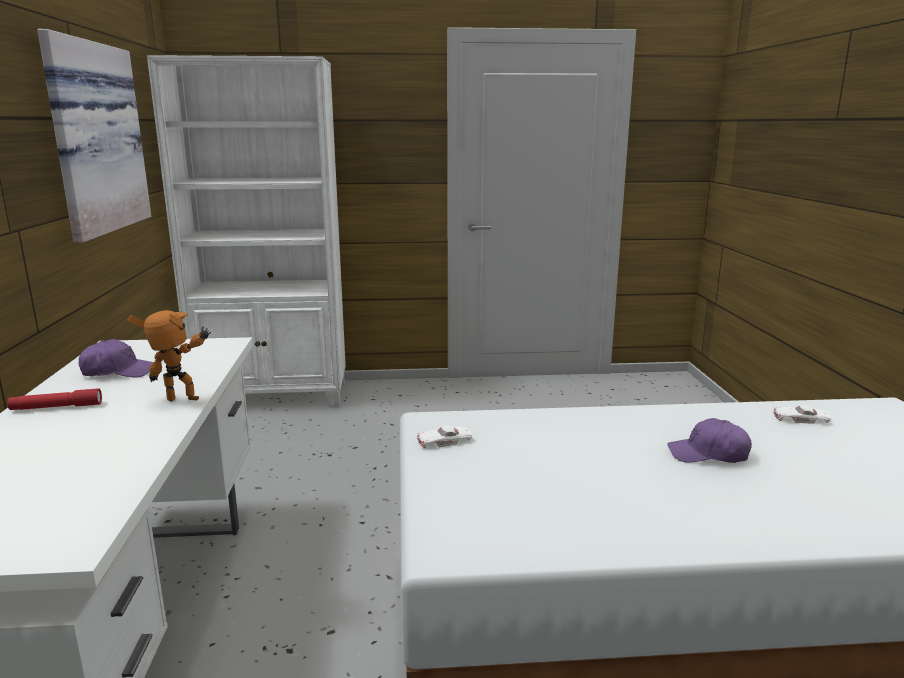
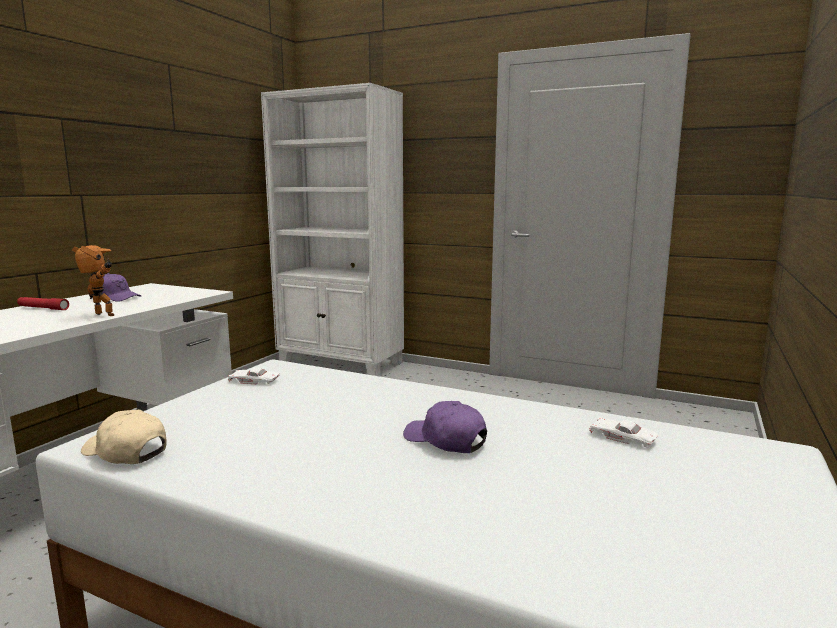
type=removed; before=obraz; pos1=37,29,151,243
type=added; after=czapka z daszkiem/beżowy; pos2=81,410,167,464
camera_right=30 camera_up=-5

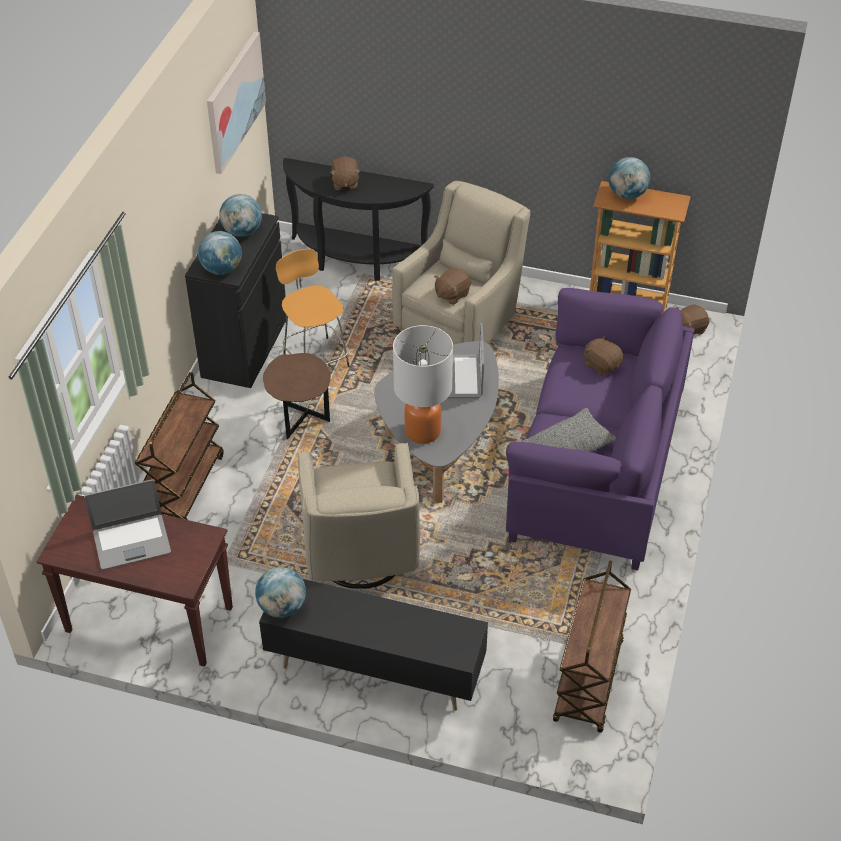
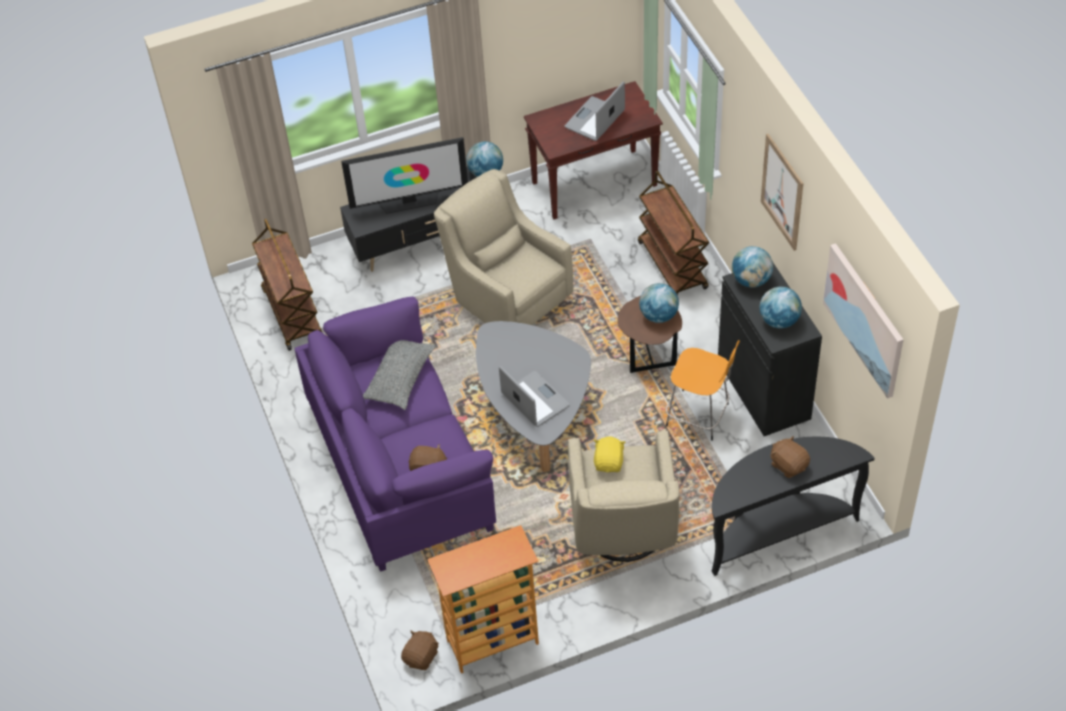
type=removed; before=lampa stołowa; pos1=393,325,453,444
type=recoloured; before=pluszak/brązowy; after=pluszak/żółty; pos1=434,268,471,305; pos2=594,436,625,473
type=moved; before=globus; pos1=608,157,650,199; pos2=639,283,679,323
type=added; after=telewizor; pos2=341,137,468,214
type=added; after=obraz; pos2=761,134,803,251
camera_right=145 camera_up=5

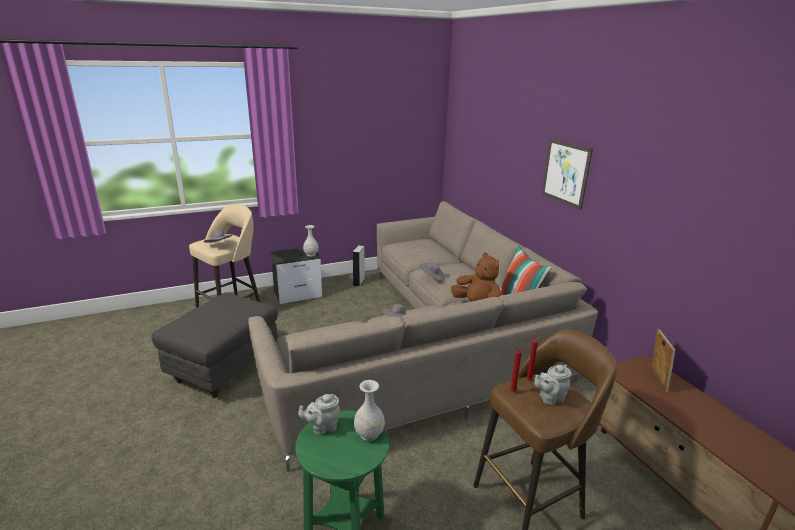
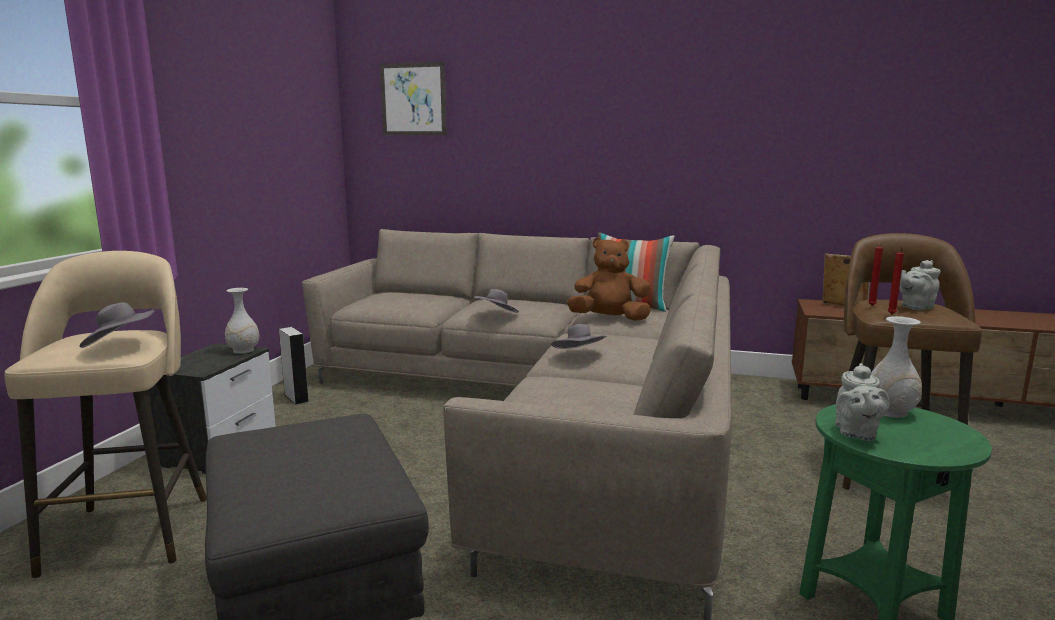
type=turned; before=imbryk/szary; pos1=534,365,571,405; pos2=899,260,941,310; turn=45
type=moved; before=obraz; pos1=542,138,593,210; pos2=379,62,447,135
camera_right=-50 camera_up=-10

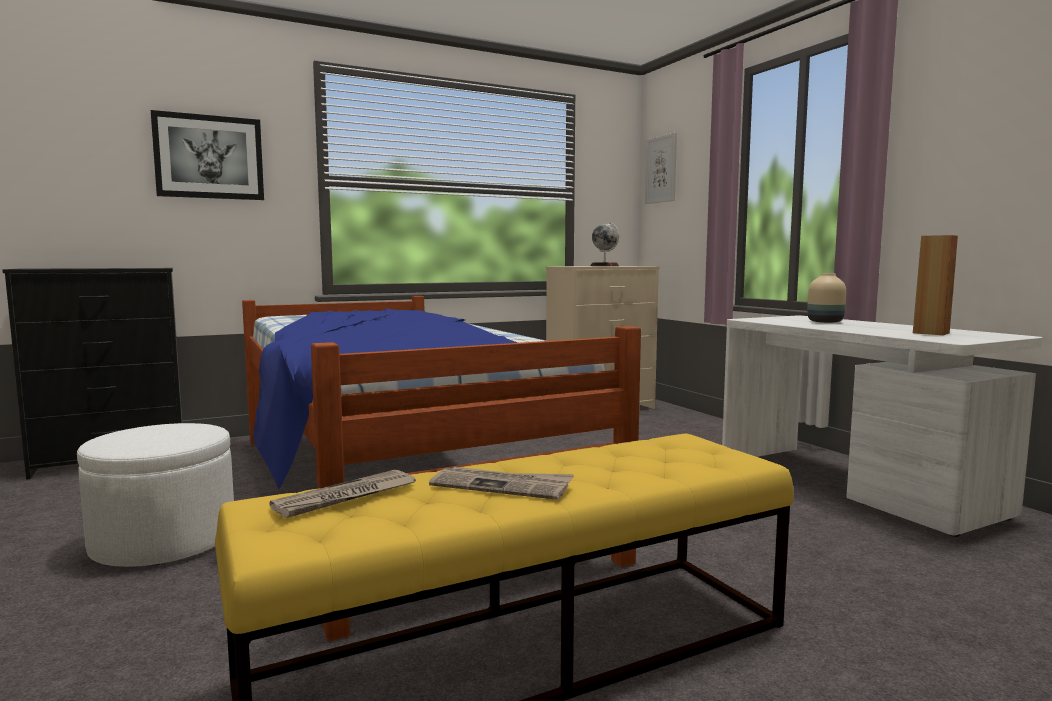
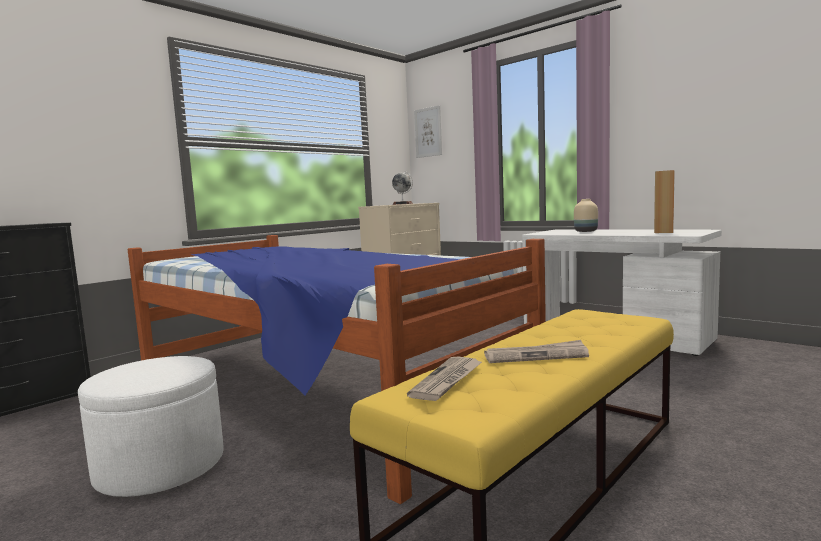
type=removed; before=obraz; pos1=151,110,264,200
camera_right=-20 camera_up=0

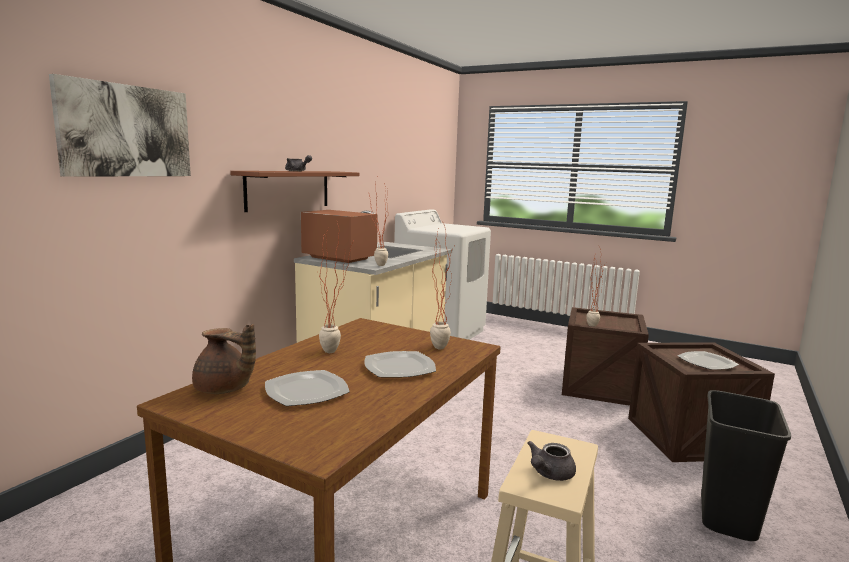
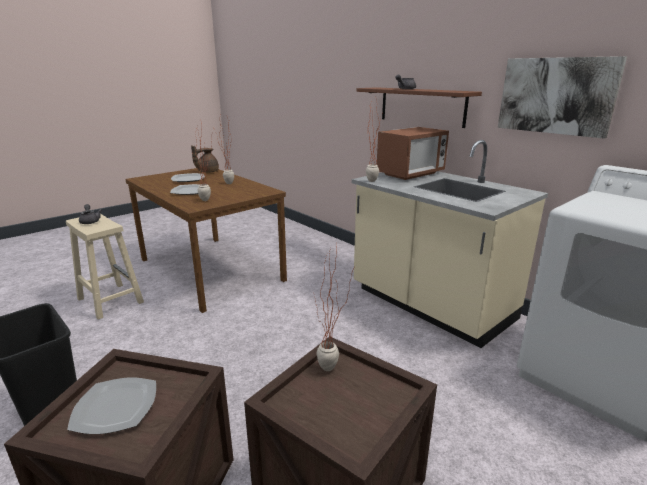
type=moved; before=obraz; pos1=49,74,191,177; pos2=498,56,627,139
camera_right=110 camera_up=10

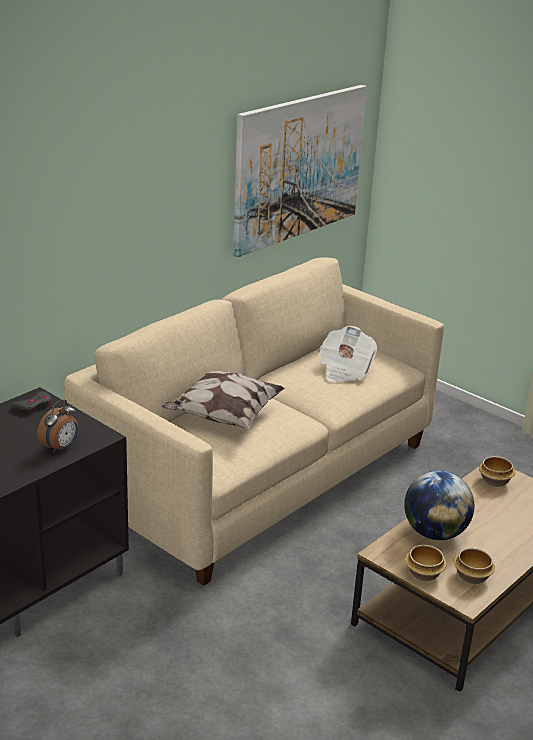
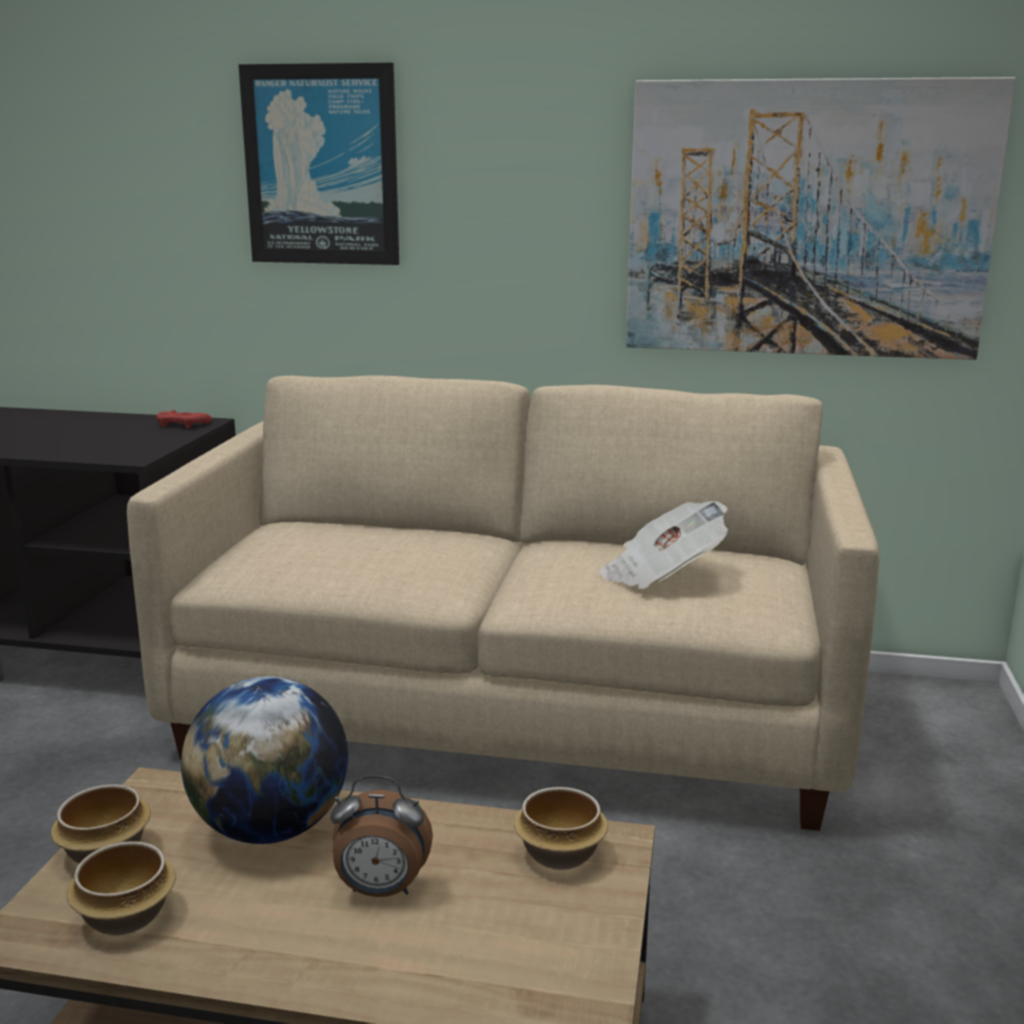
type=recoloured; before=pad do gier/szary; after=pad do gier/czerwony; pos1=12,391,51,413; pos2=156,410,211,429
type=moved; before=budzik; pos1=37,399,78,453; pos2=330,775,433,897
type=removed; before=poduszka; pos1=162,370,285,429
type=added; after=obraz; pos2=239,63,399,265
camera_right=60 camera_up=-10

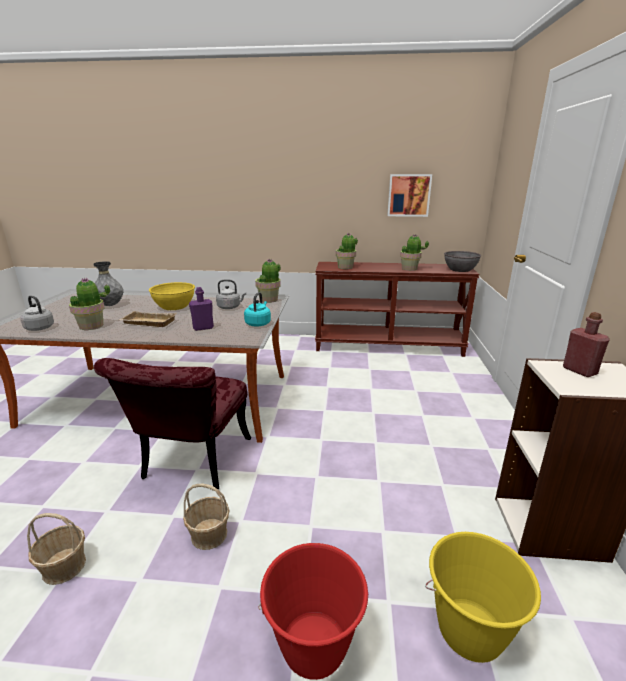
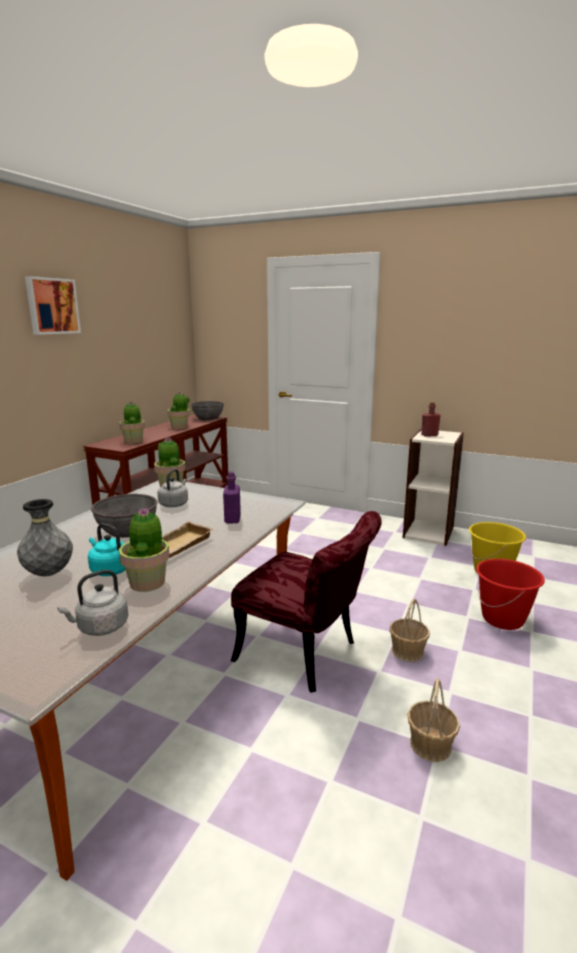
type=recoloured; before=miska/żółty; after=miska/szary; pos1=149,282,195,310; pos2=91,494,158,538
type=moved; before=czajnik/turkusowy; pos1=244,292,271,326; pos2=88,523,125,576
type=moved; before=obraz; pos1=387,174,432,217; pos2=25,276,81,335
camera_right=-70 camera_up=-5

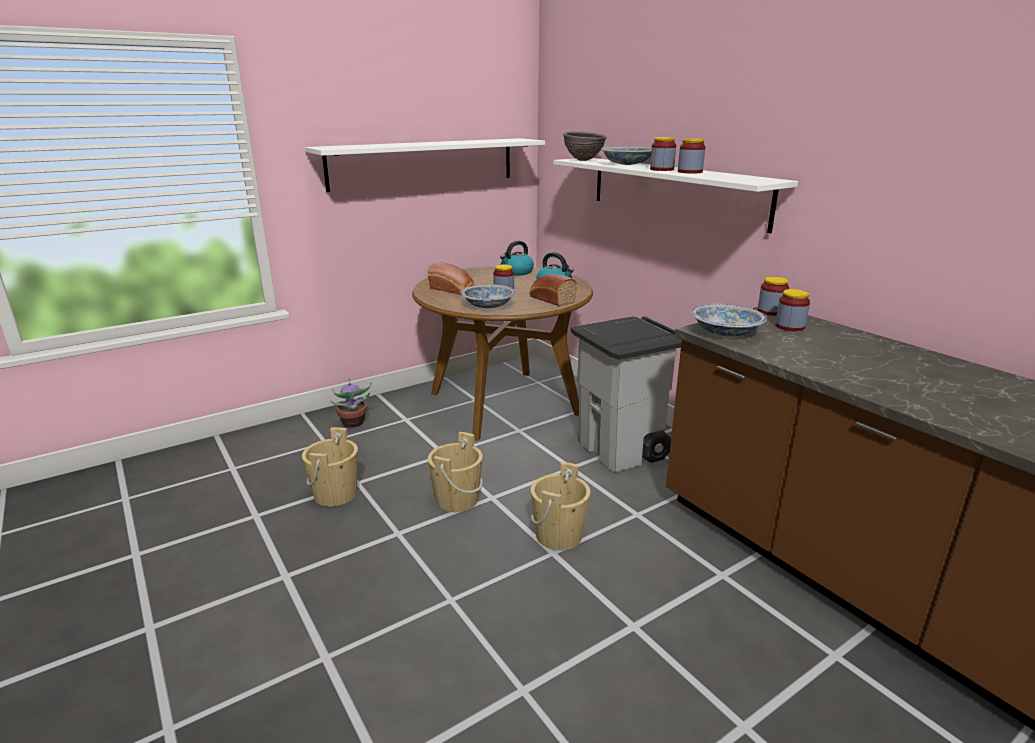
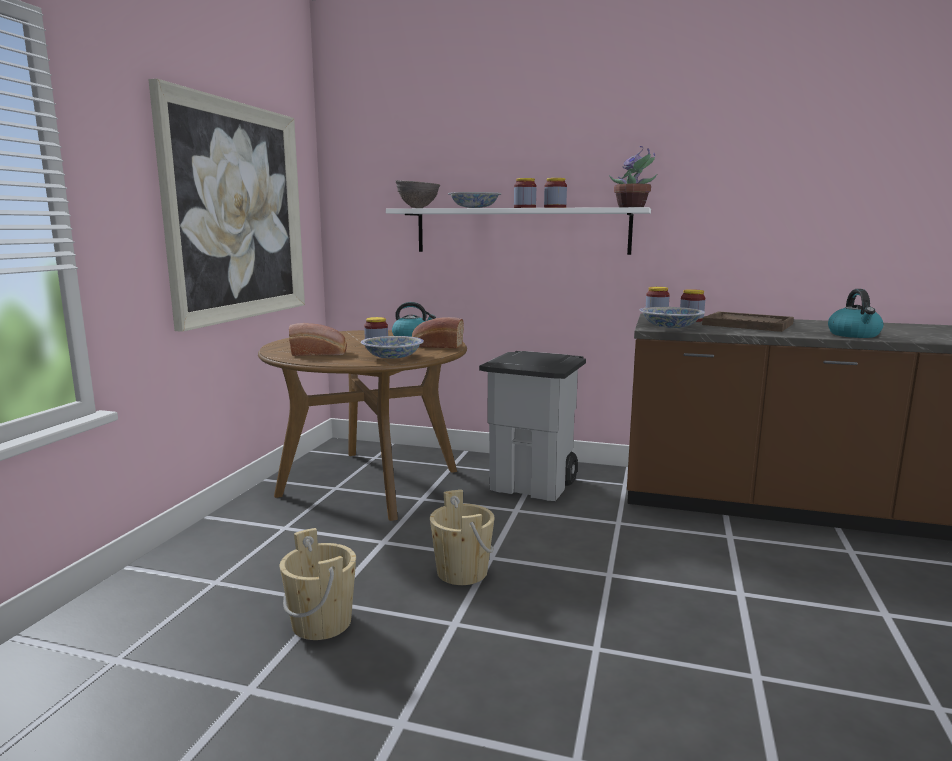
type=replaced; before=półka/biały; after=obraz; pos1=305,138,545,192; pos2=148,79,305,332
type=moved; before=roślina doniczkowa; pos1=331,379,372,428; pos2=609,146,657,207
type=moved; before=czajnik; pos1=500,241,534,276; pos2=828,289,883,338
type=removed; before=wiadro/beżowy; pos1=531,462,591,551
type=added; after=taca/brązowy; pos2=702,311,794,332
camera_right=-40 camera_up=-10

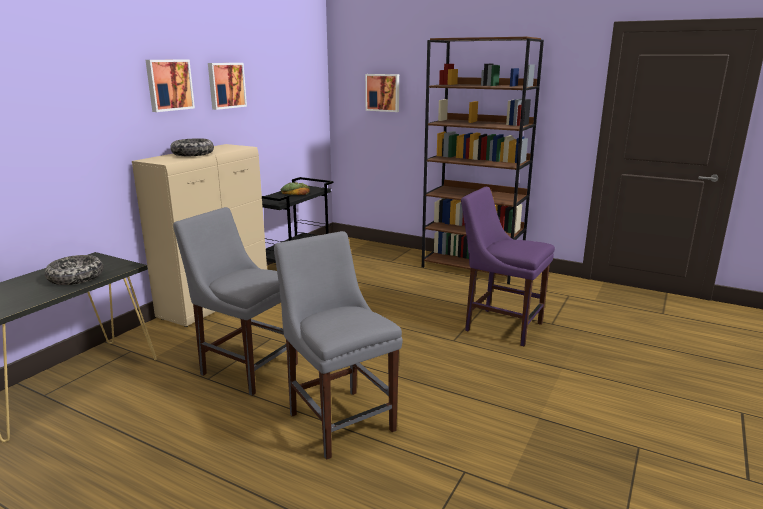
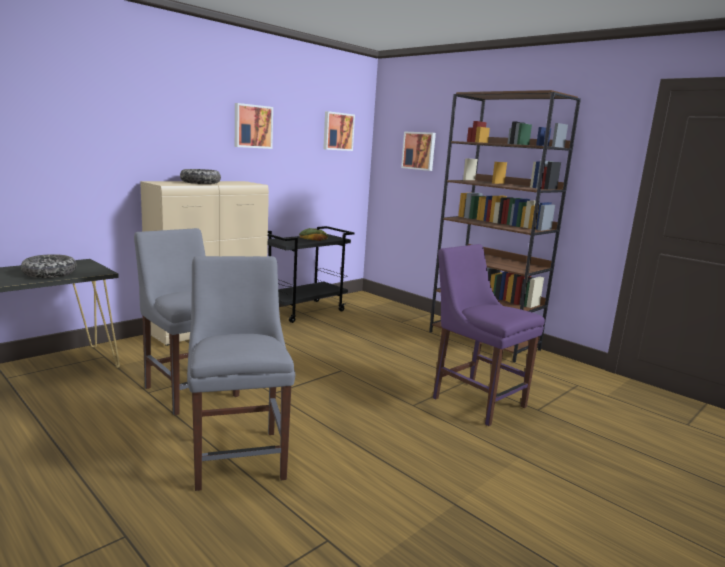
type=moved; before=obraz; pos1=145,60,195,112; pos2=323,111,355,151
camera_right=15 camera_up=-5

